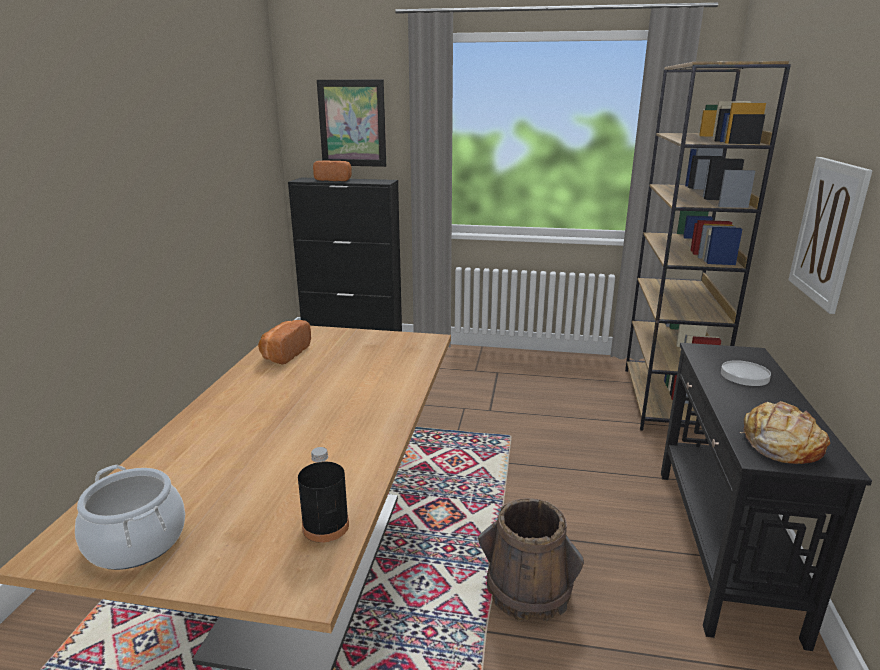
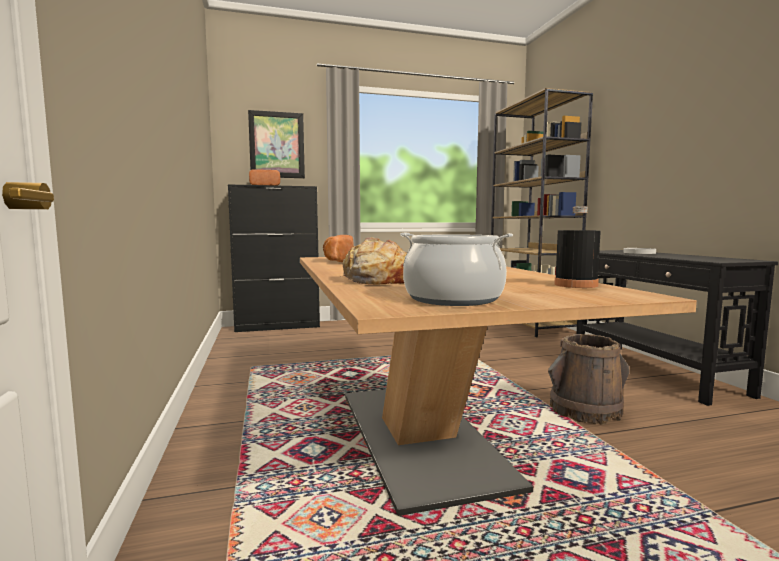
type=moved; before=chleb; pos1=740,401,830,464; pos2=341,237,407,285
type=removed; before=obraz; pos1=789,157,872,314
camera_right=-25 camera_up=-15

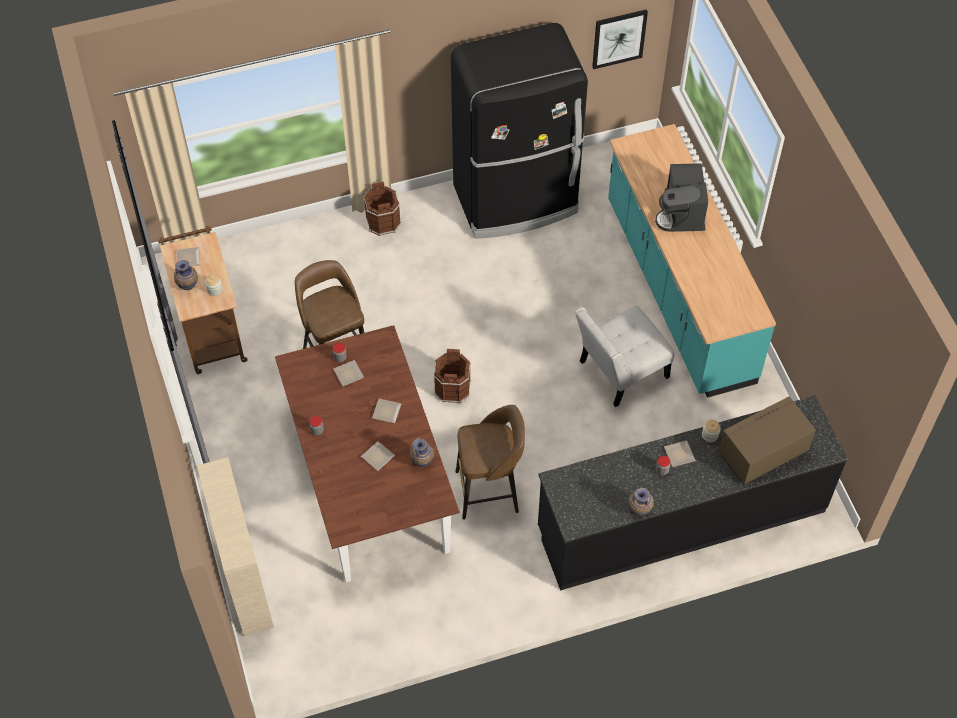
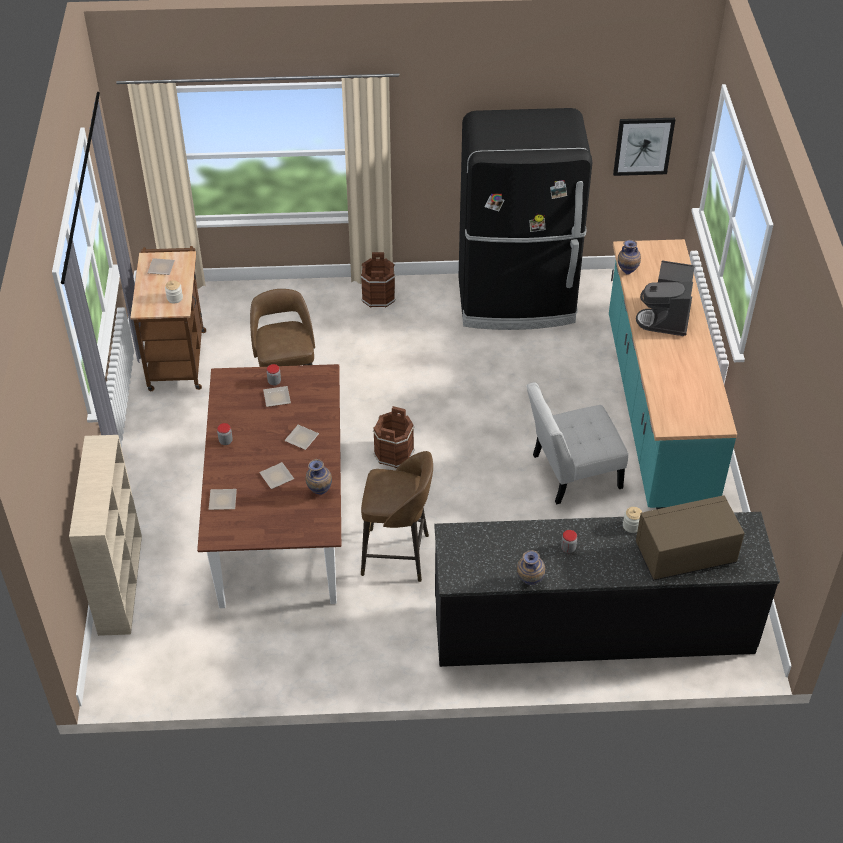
type=moved; before=wazon; pos1=174,260,198,290; pos2=618,240,641,275
type=moved; before=talerz; pos1=664,440,696,467; pos2=209,489,237,510
camera_right=15 camera_up=-10

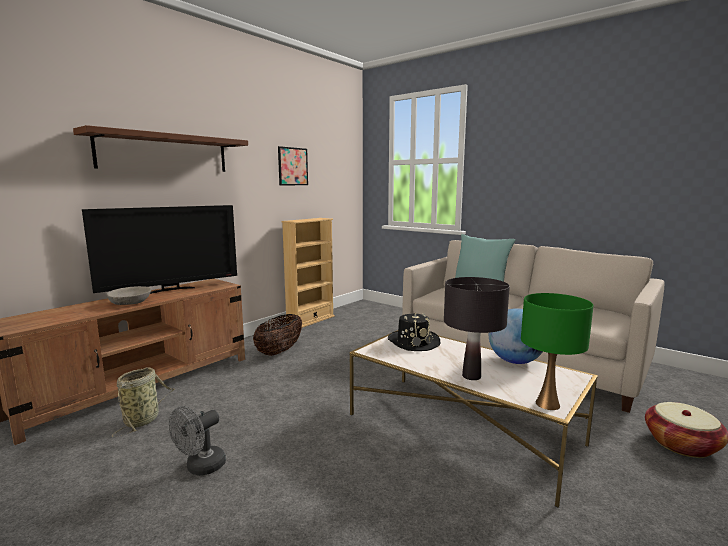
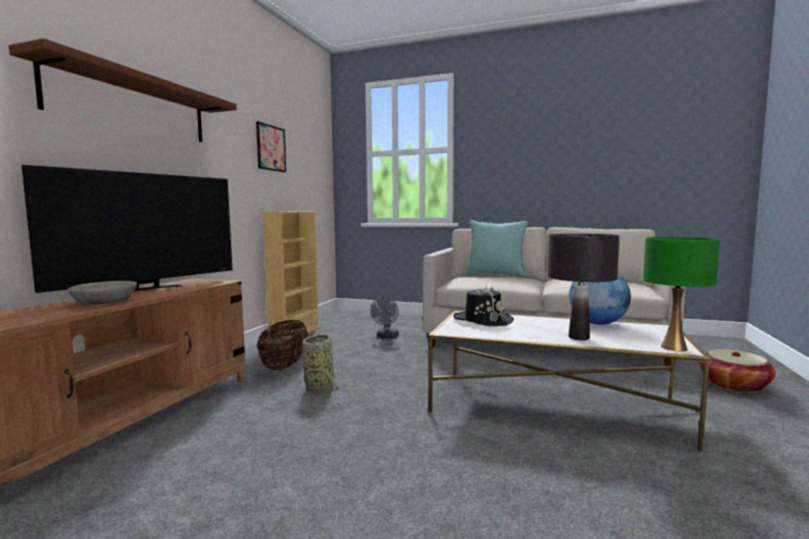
type=moved; before=koszyk; pos1=112,367,175,437; pos2=302,334,340,399
type=moved; before=wentylator/szary; pos1=169,406,226,476; pos2=370,296,399,339
camera_right=-20 camera_up=-5

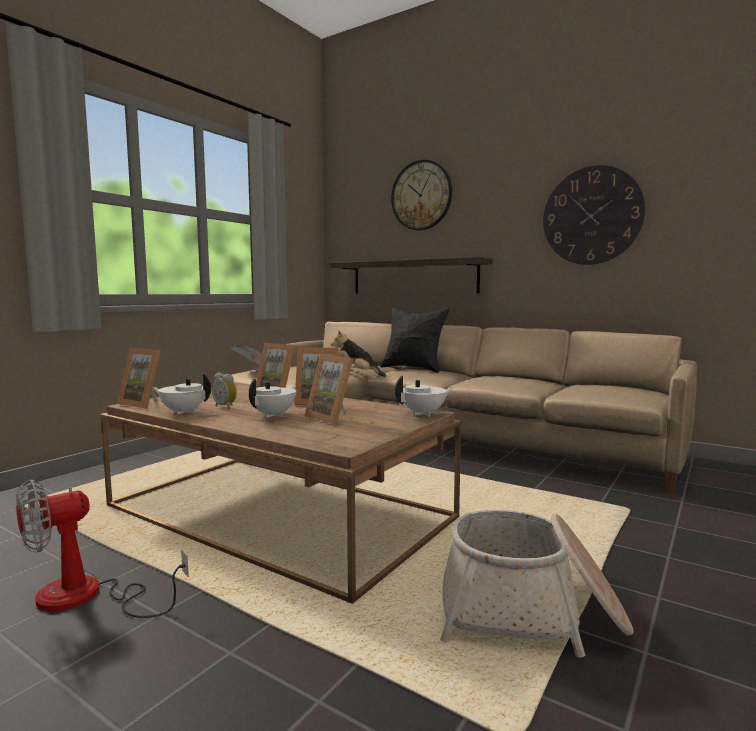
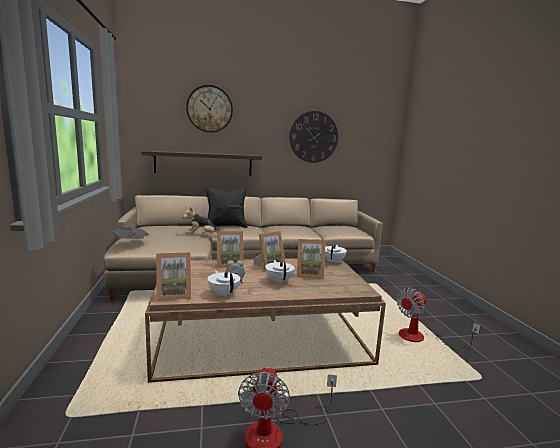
type=turned; before=imbryk/biały; pos1=152,374,211,415; pos2=208,270,240,297; turn=90
type=replaced; before=koszyk; after=wentylator; pos1=440,510,634,658; pos2=396,287,481,350
camera_right=-45 camera_up=5

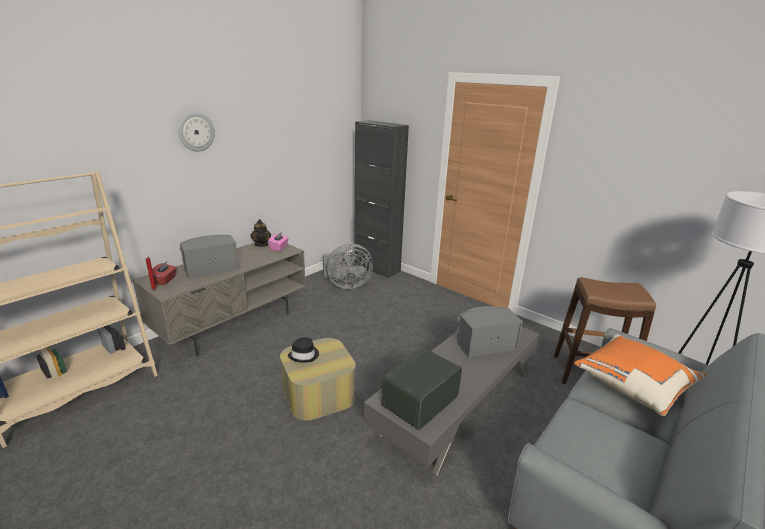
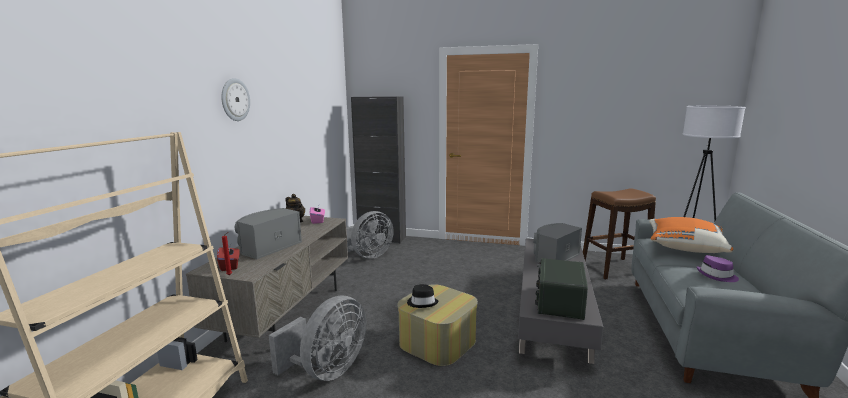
type=added; after=wentylator/szary; pos2=269,296,366,381
type=added; after=kapelusz/fioletowy; pos2=697,255,739,282
camera_right=-25 camera_up=-10

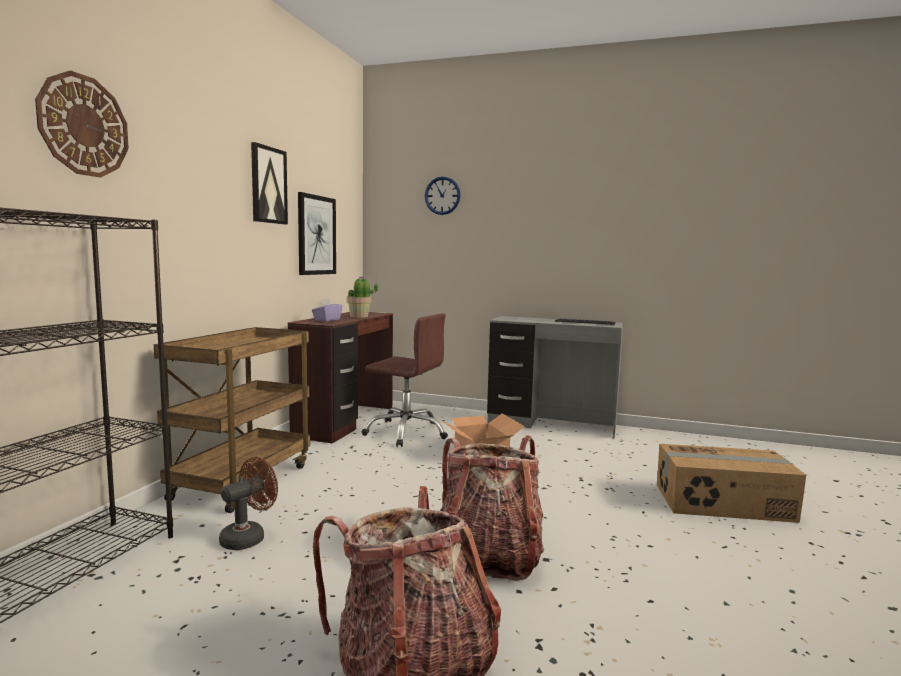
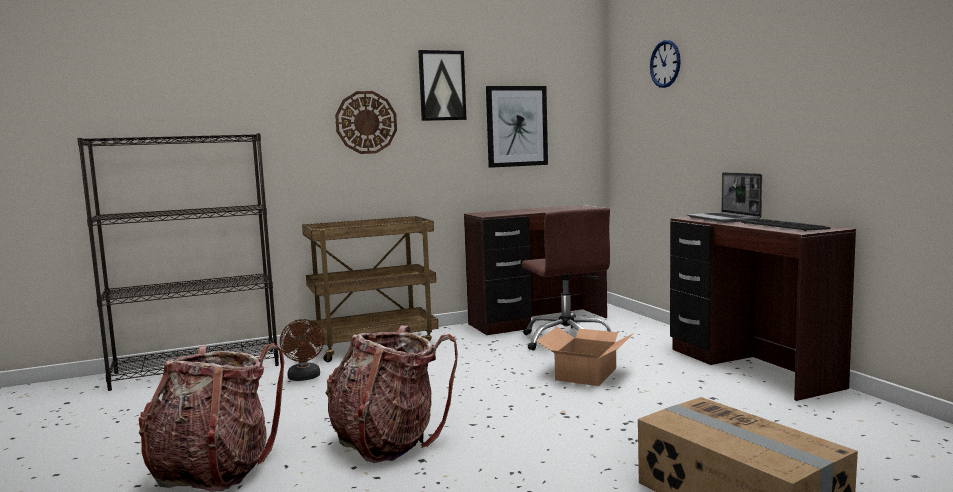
type=moved; before=zegar ścienny; pos1=35,70,129,178; pos2=335,91,397,154
type=turned; before=wentylator/brązowy; pos1=219,457,278,550; pos2=280,319,324,381; turn=75
type=removed; before=pudełko chusteczek/fioletowy; pos1=312,298,342,322
type=removed; before=roślina doniczkowa; pos1=347,276,378,318
type=recoloured; before=biurko/szary; after=biurko/brązowy; pos1=487,316,623,439; pos2=670,217,856,401
type=added; after=laptop; pos2=686,172,762,222
camera_right=50 camera_up=0

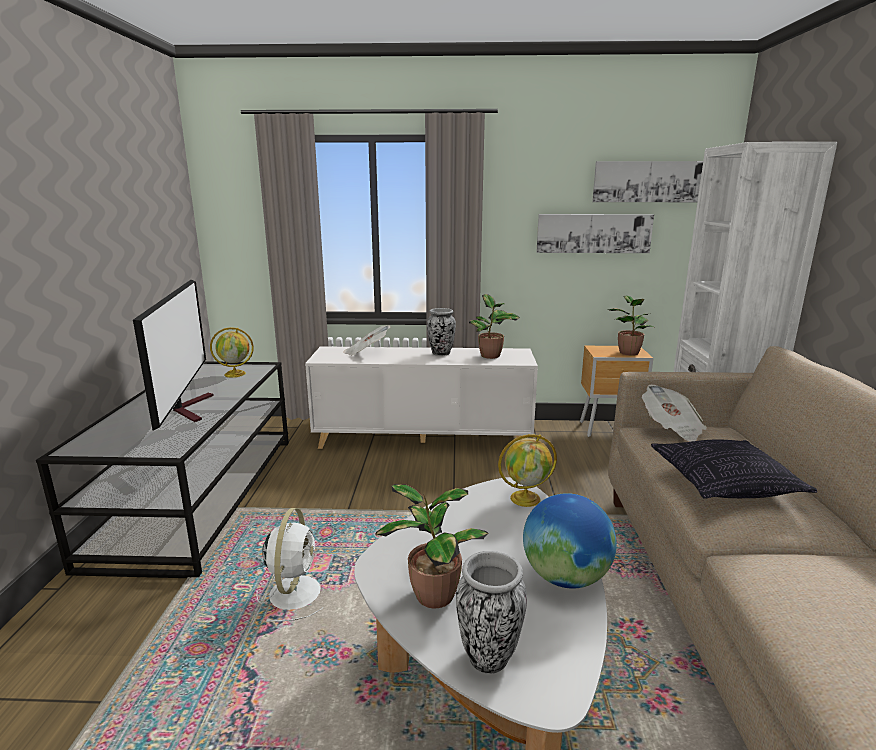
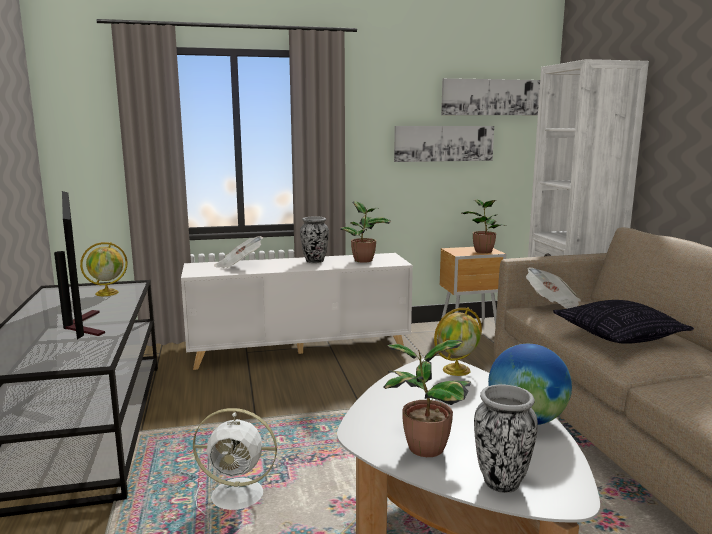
type=turned; before=wentylator/biały; pos1=256,508,323,622; pos2=193,408,277,515; turn=105
camera_right=-15 camera_up=-5

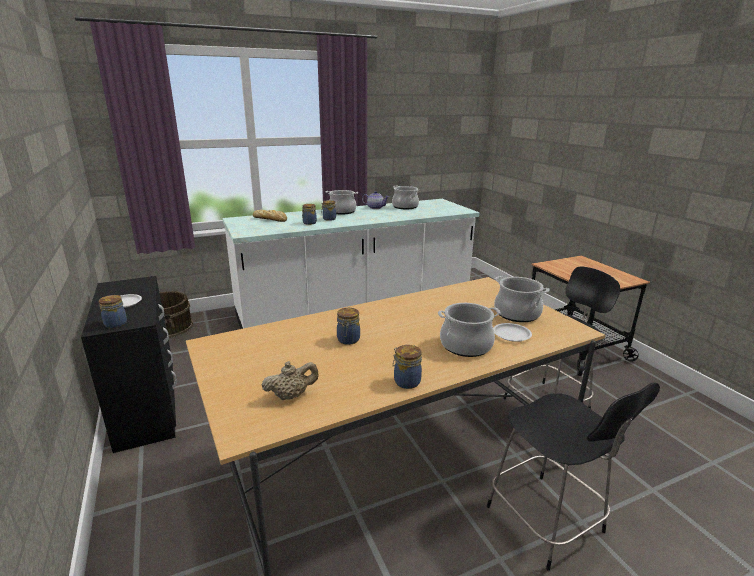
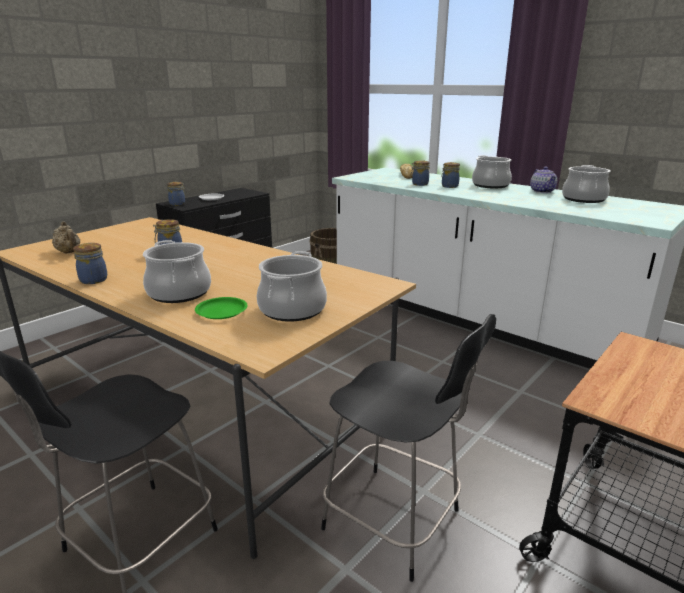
type=recoloured; before=talerz/biały; after=talerz/zielony; pos1=493,323,532,342; pos2=195,297,248,319
camera_right=65 camera_up=0

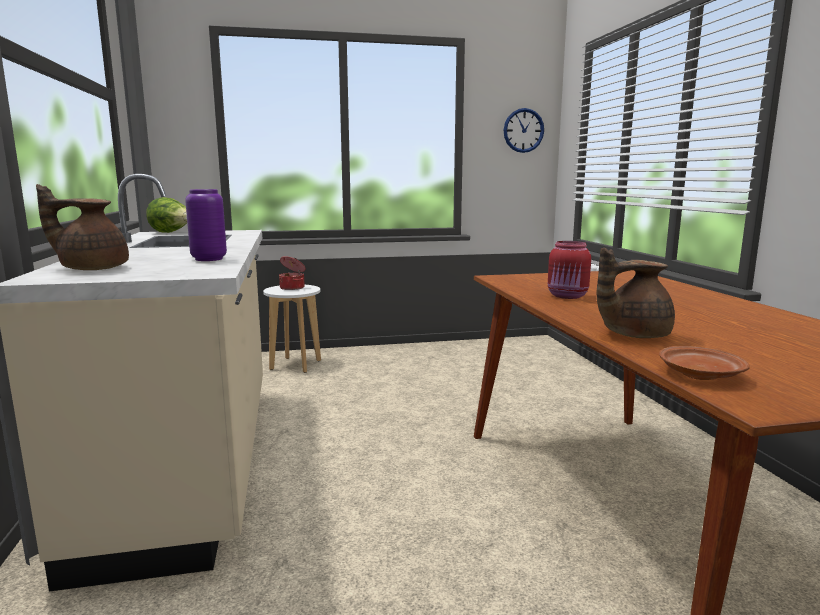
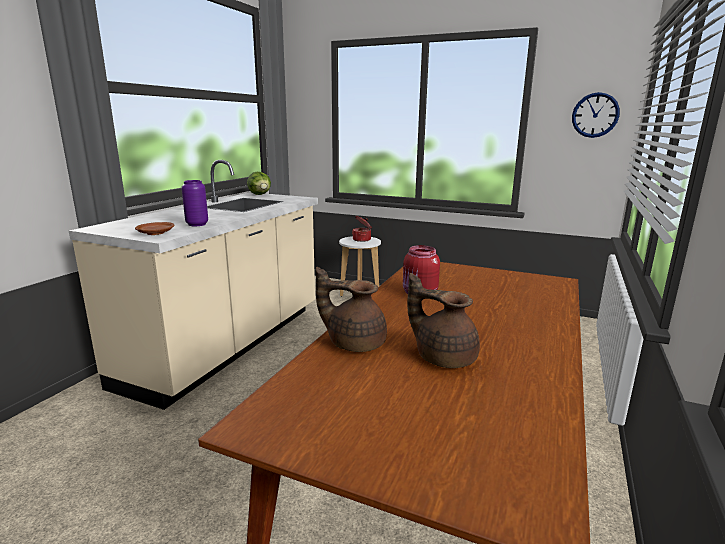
type=moved; before=imbryk/brązowy; pos1=36,184,129,270; pos2=407,273,480,368
type=moved; before=talerz/brązowy; pos1=659,346,750,380; pos2=135,222,175,235
camera_right=35 camera_up=5

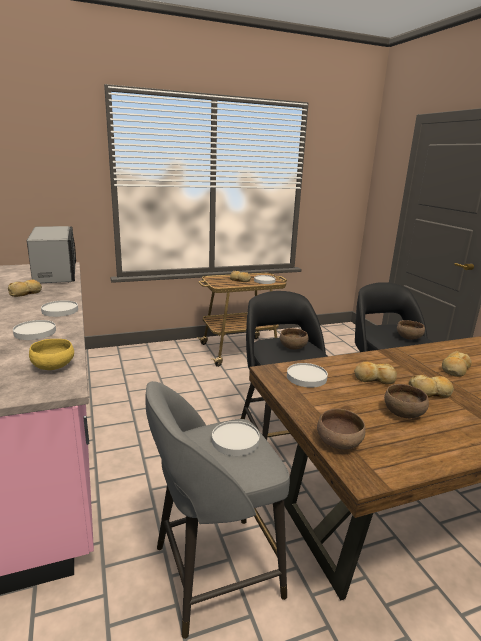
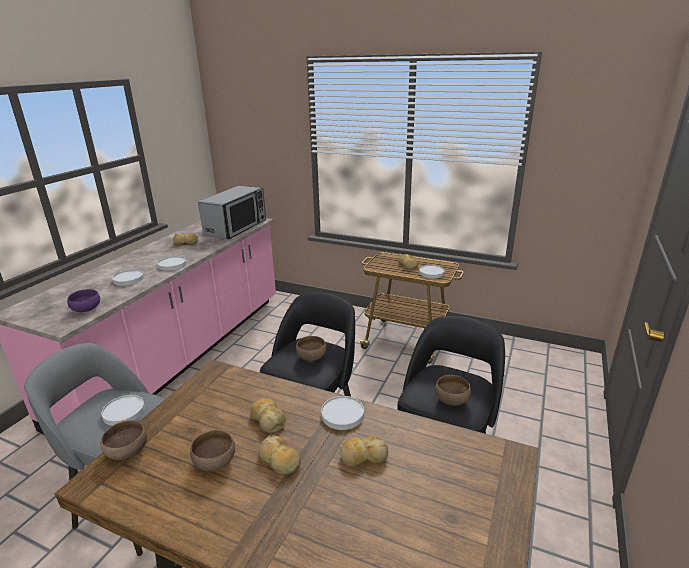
type=recoloured; before=miska/żółty; after=miska/fioletowy; pos1=29,339,74,370; pos2=67,289,100,312
type=moved; before=talerz/biały; pos1=287,363,328,388; pos2=321,396,364,430
camera_right=45 camera_up=5

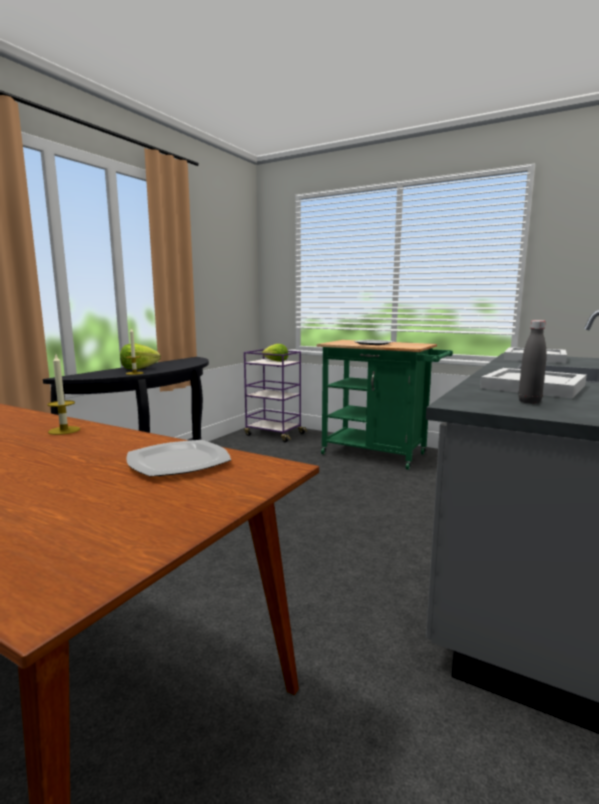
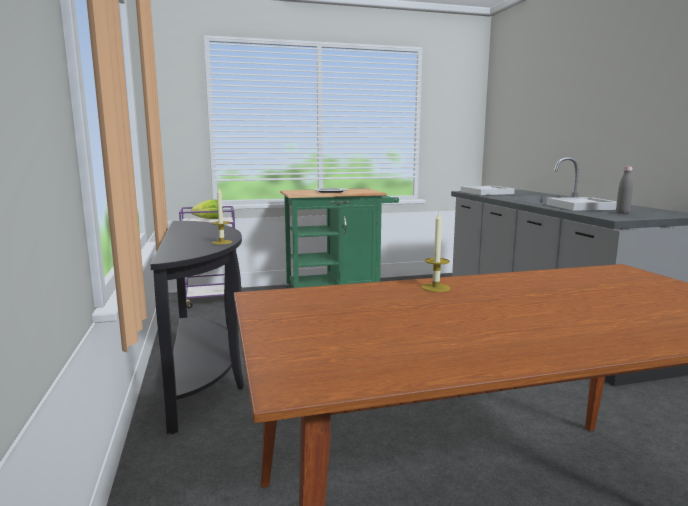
type=removed; before=sałata; pos1=120,344,161,369
type=removed; before=talerz; pos1=126,440,231,477
camera_right=-45 camera_up=0

